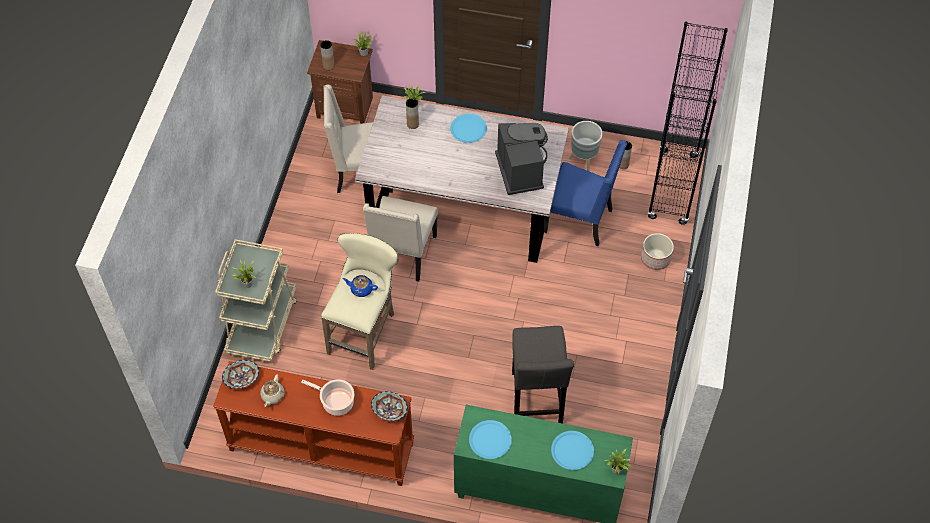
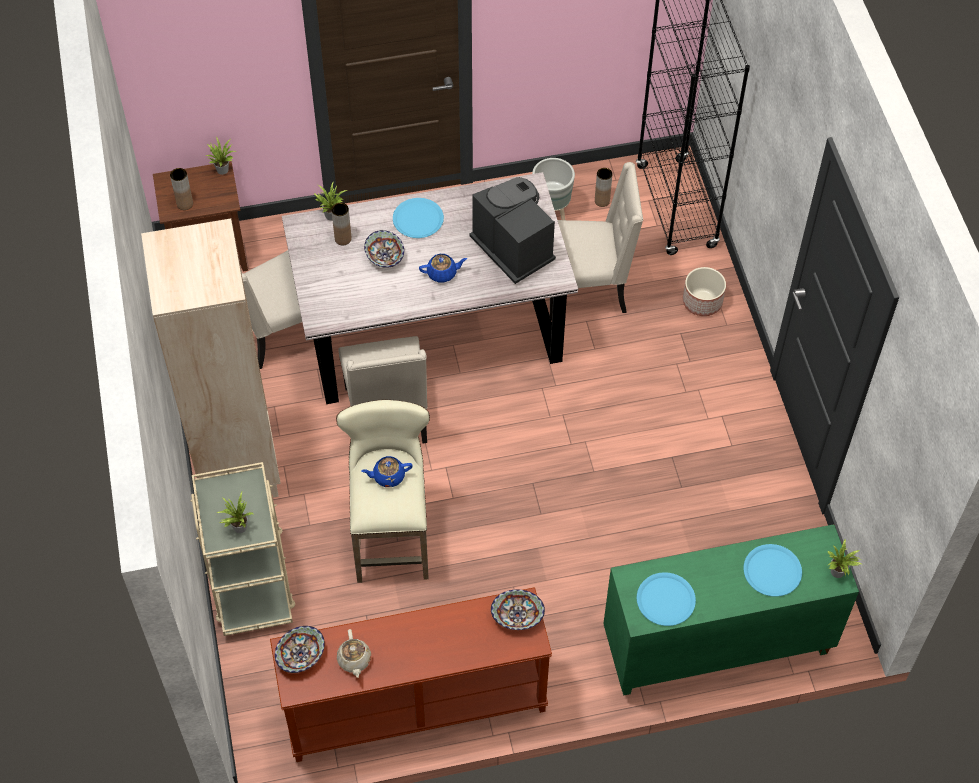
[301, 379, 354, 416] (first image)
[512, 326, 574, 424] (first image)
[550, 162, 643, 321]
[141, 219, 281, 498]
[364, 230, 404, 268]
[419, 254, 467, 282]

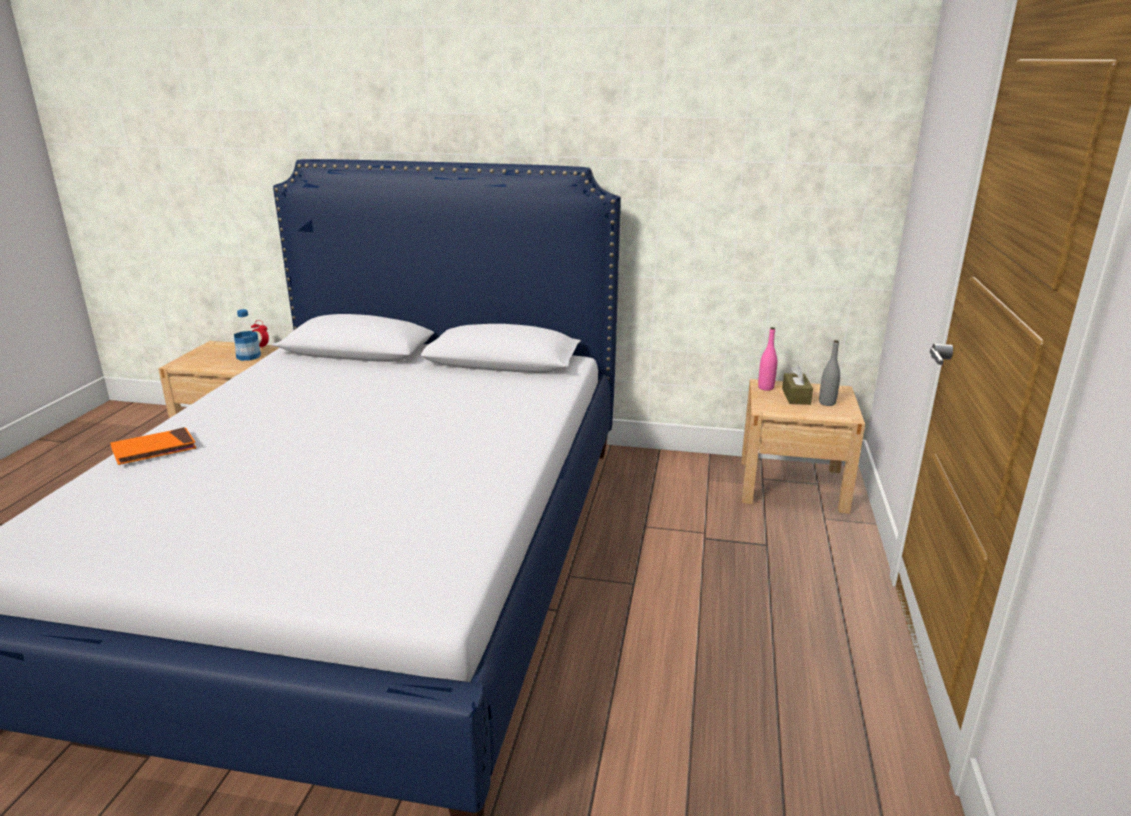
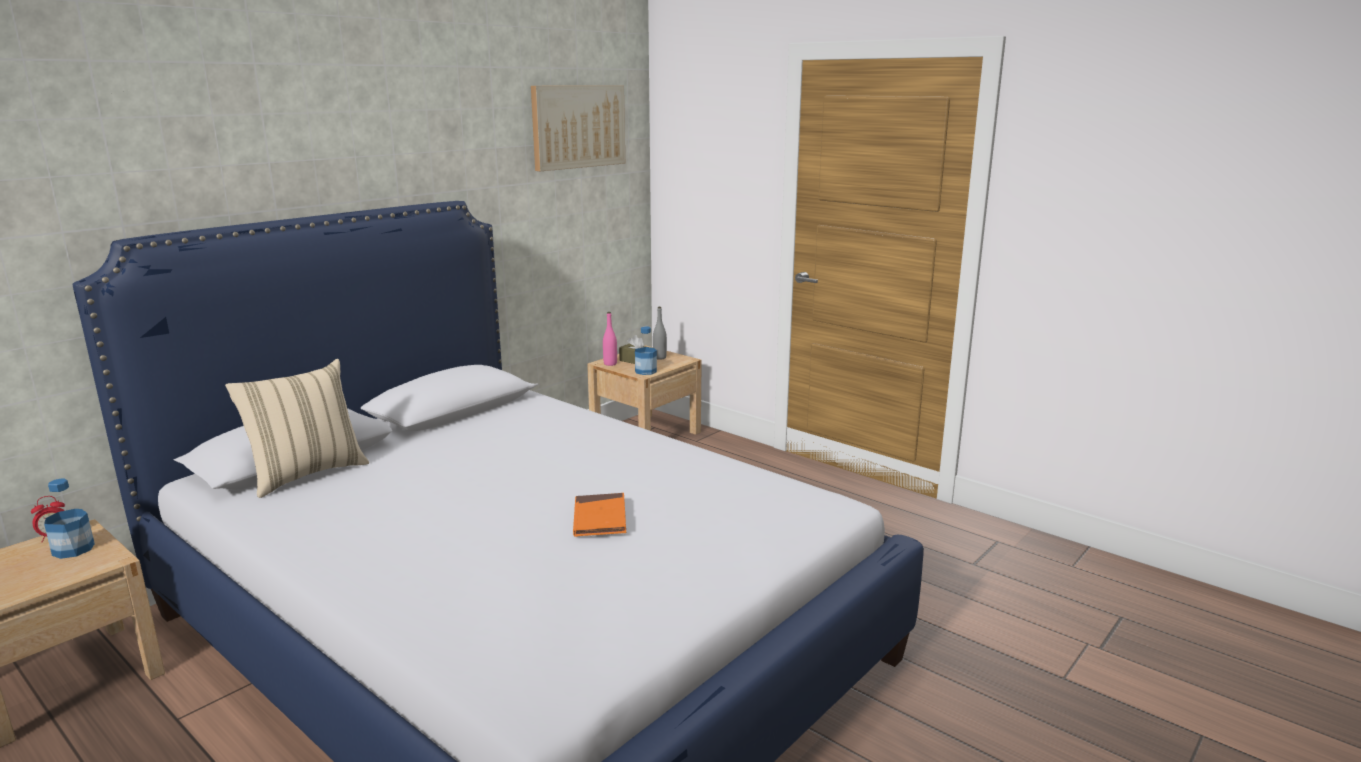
[573, 493, 626, 537]
[225, 359, 369, 498]
[531, 85, 625, 171]
[635, 326, 657, 375]

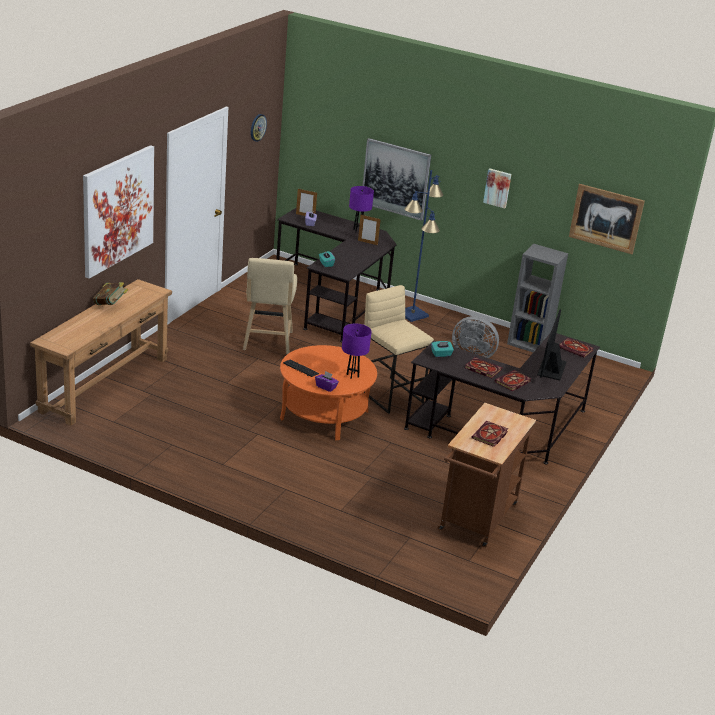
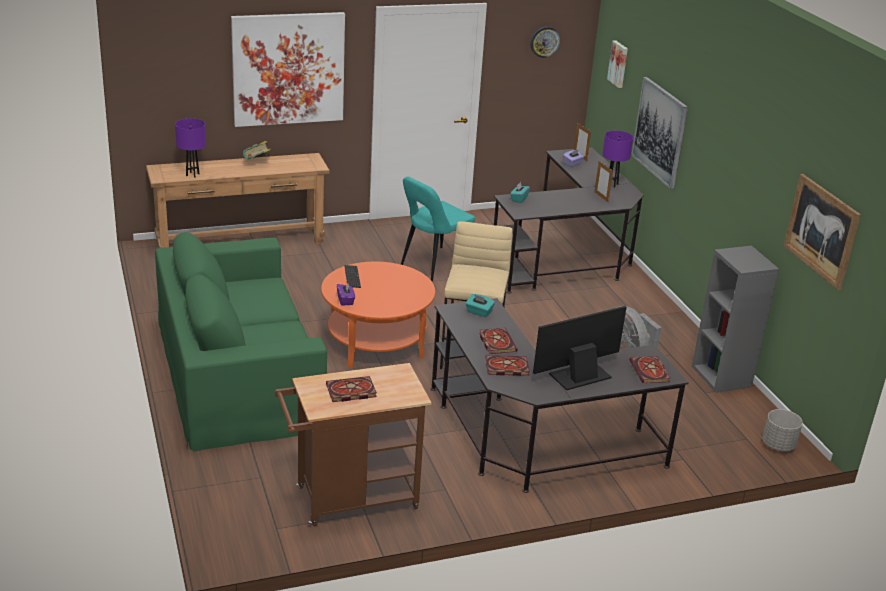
[401, 176, 475, 281]
[175, 118, 206, 178]
[404, 170, 443, 322] (first image)
[607, 40, 628, 88]
[155, 232, 327, 452]
[763, 409, 803, 451]

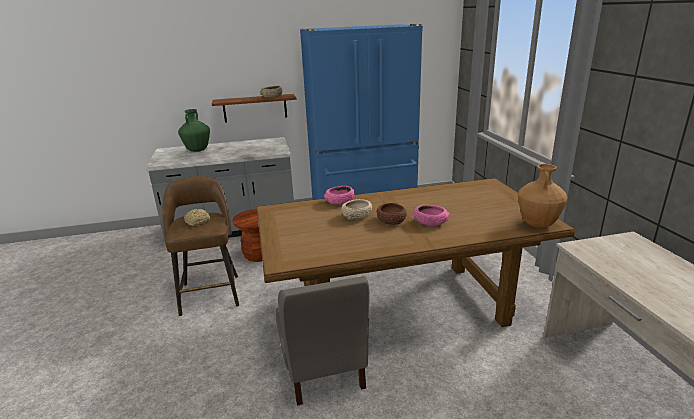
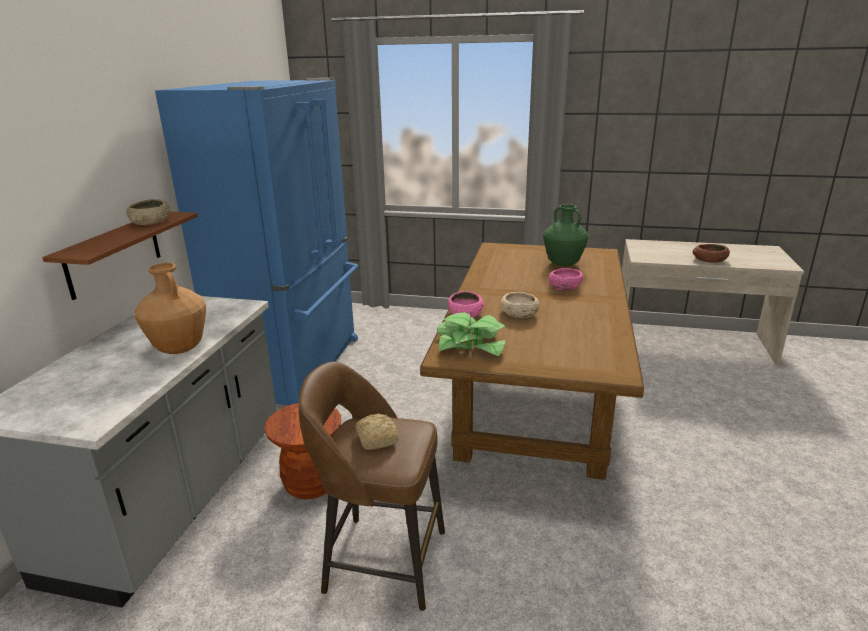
[543, 204, 589, 266]
[276, 276, 370, 406] (first image)
[693, 244, 730, 263]
[135, 263, 206, 354]
[437, 312, 506, 356]

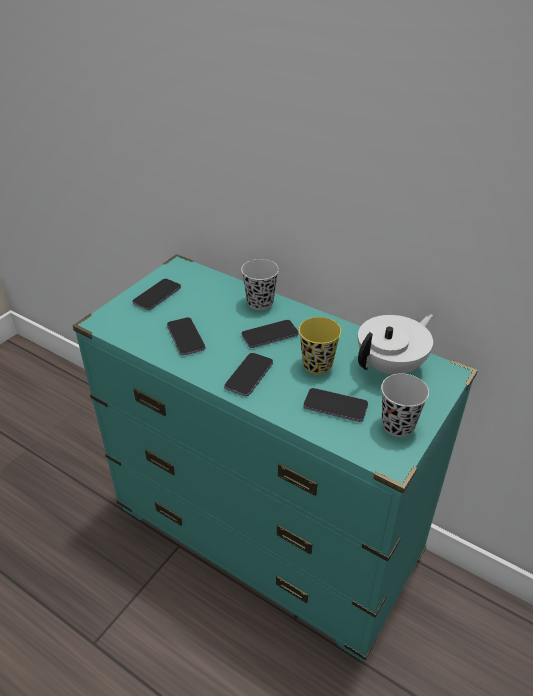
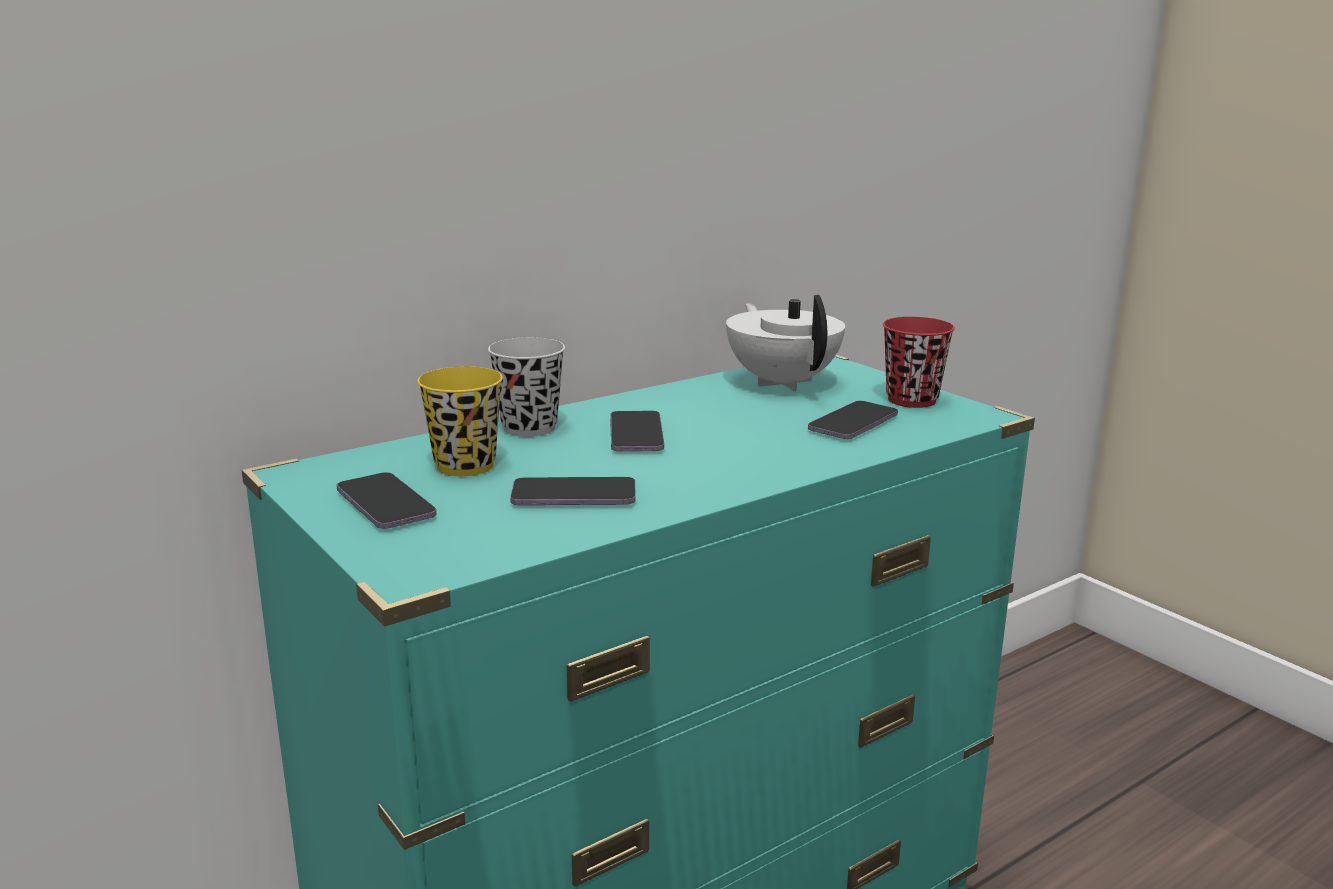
[224, 353, 273, 396] (first image)
[417, 366, 503, 476]
[883, 317, 955, 408]

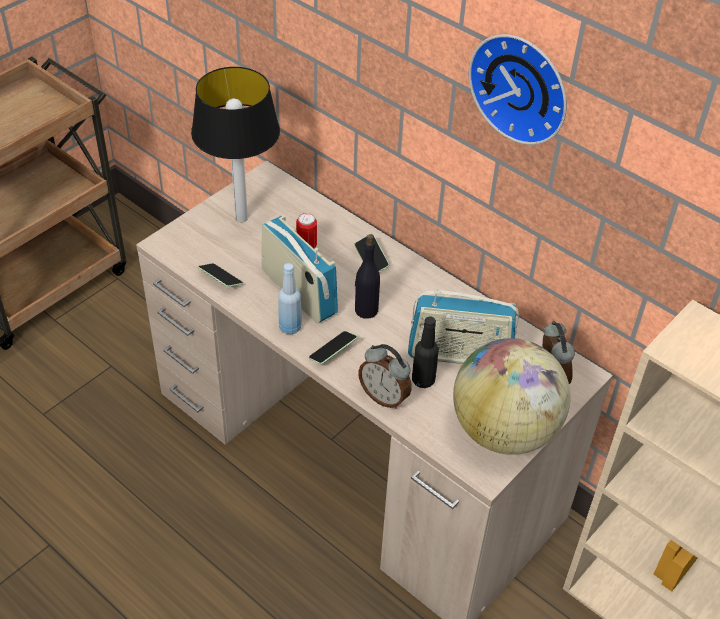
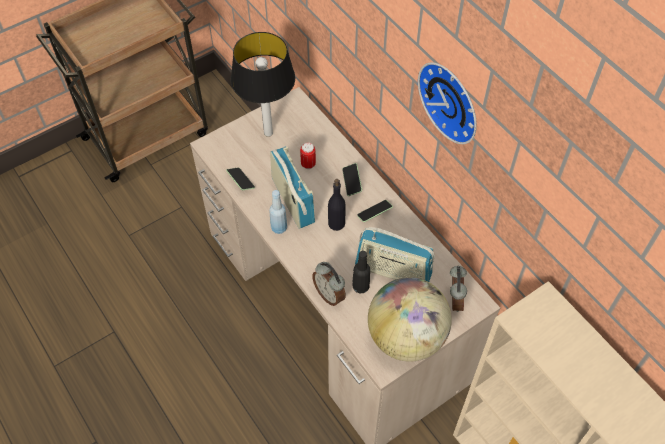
[357, 200, 393, 222]

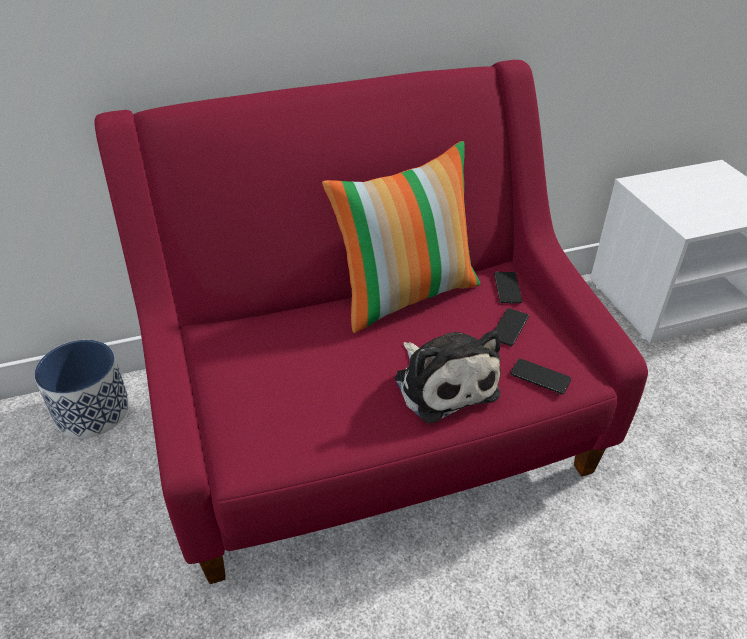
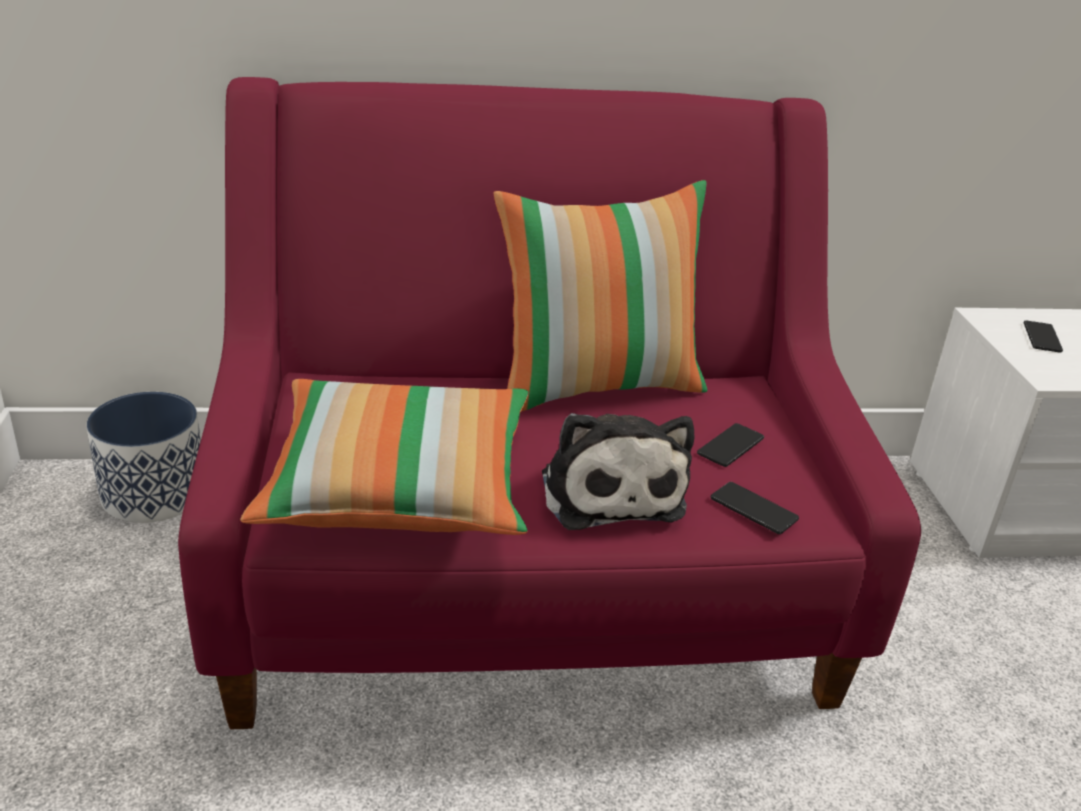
[1024, 320, 1063, 353]
[240, 379, 528, 535]

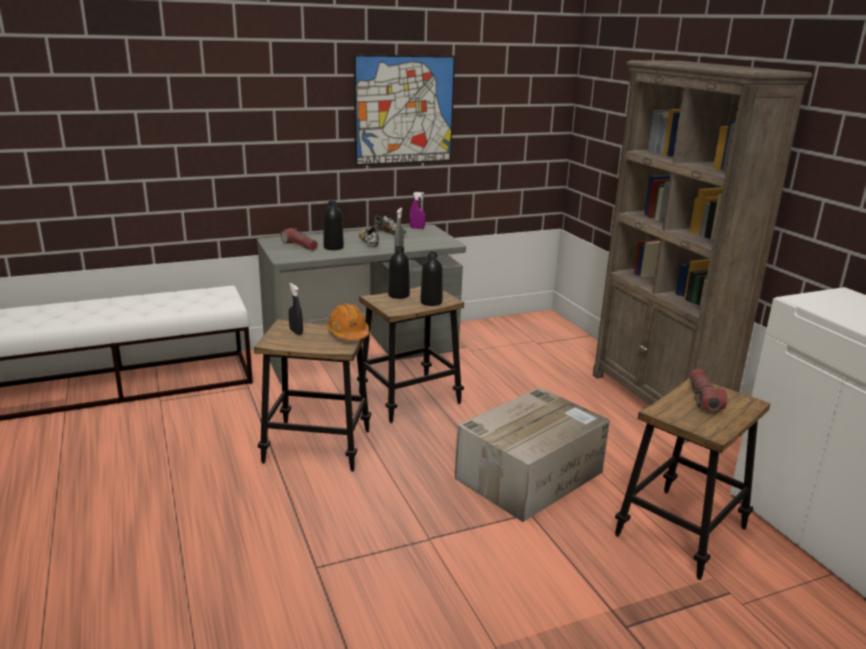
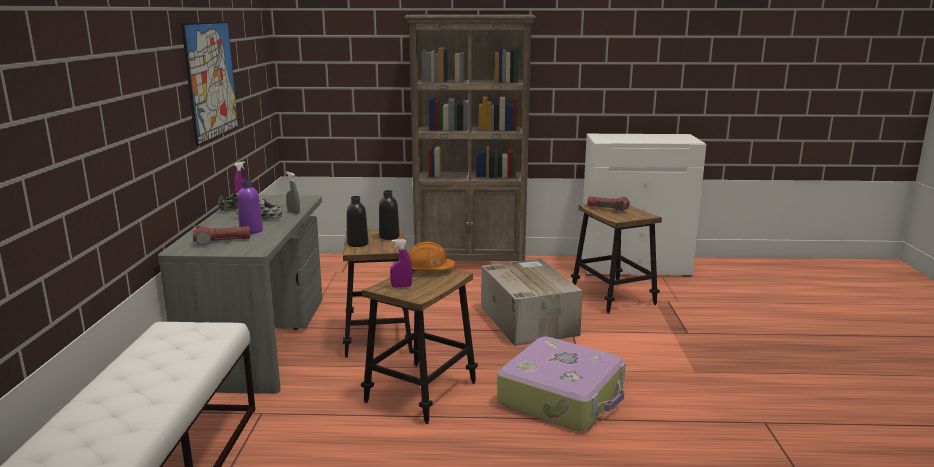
[390, 239, 412, 288]
[238, 180, 263, 234]
[497, 337, 626, 431]

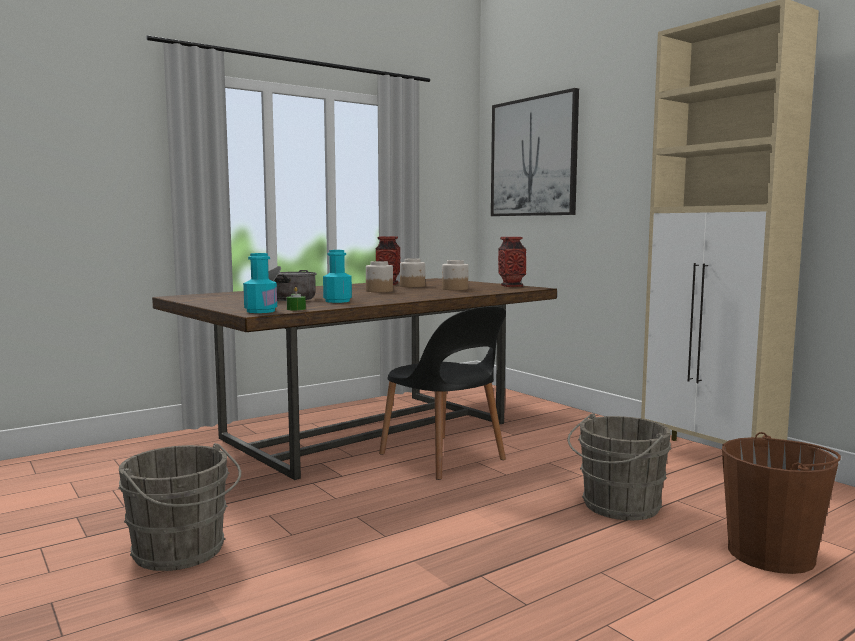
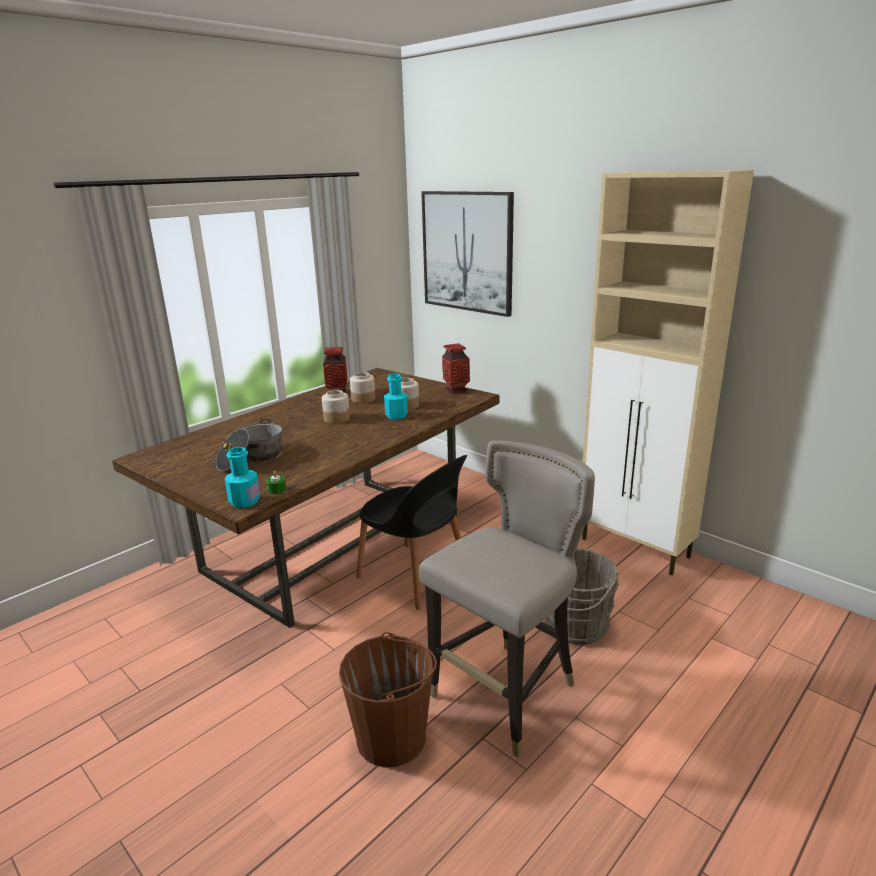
[118, 443, 241, 571] (first image)
[384, 374, 408, 419]
[339, 632, 437, 767]
[419, 441, 595, 757]

